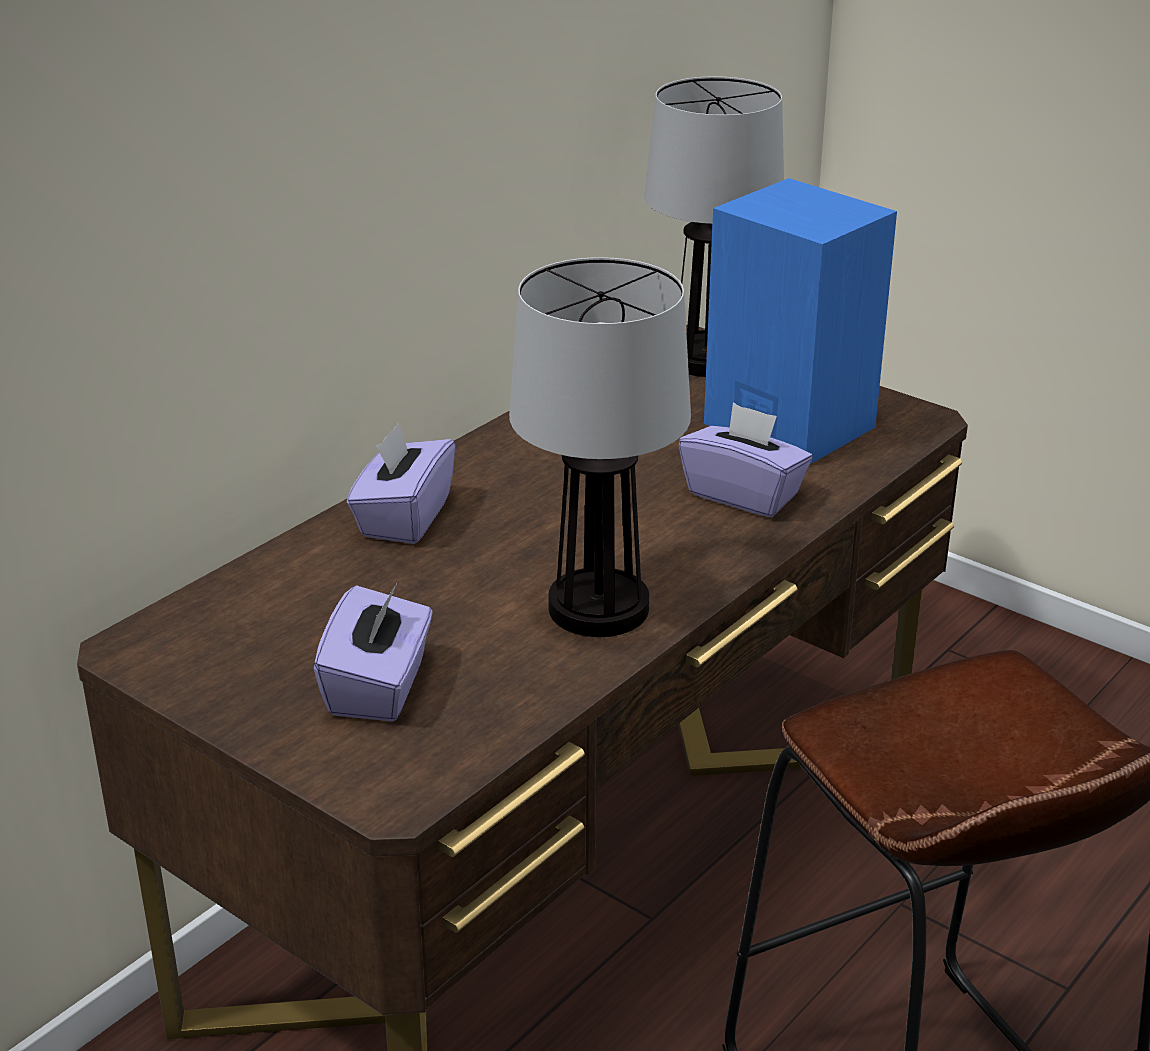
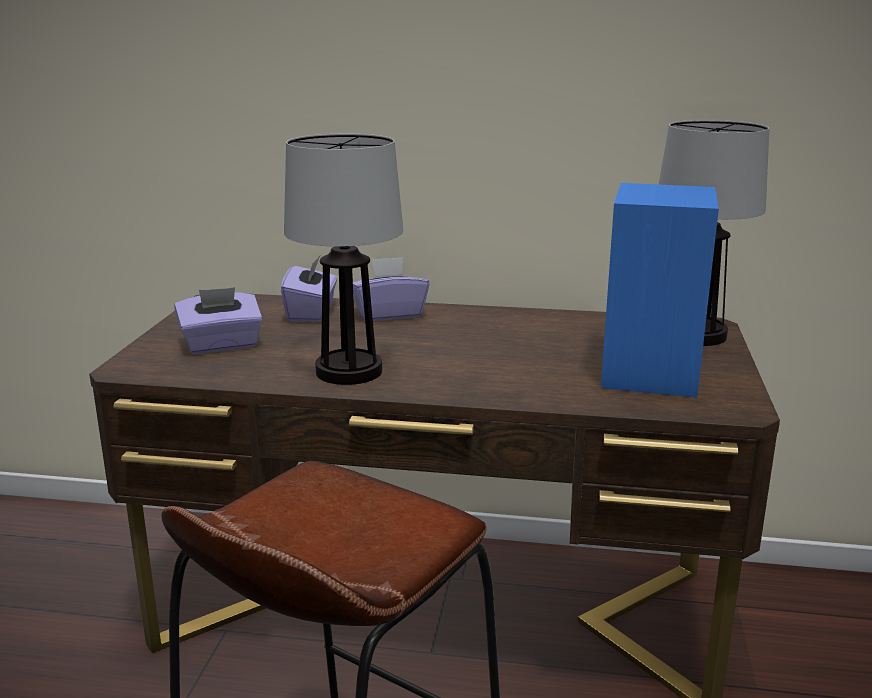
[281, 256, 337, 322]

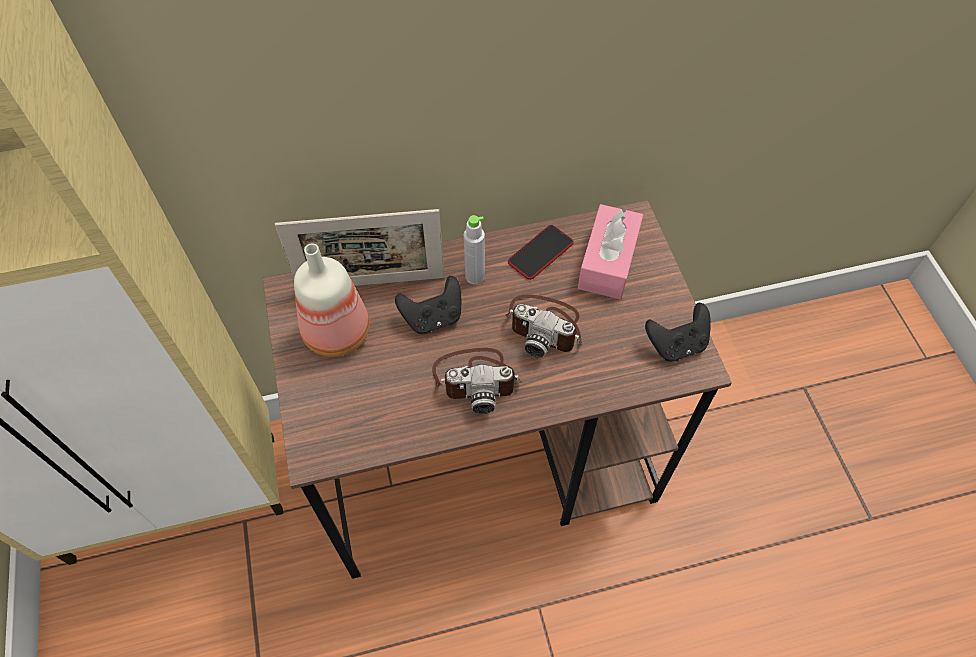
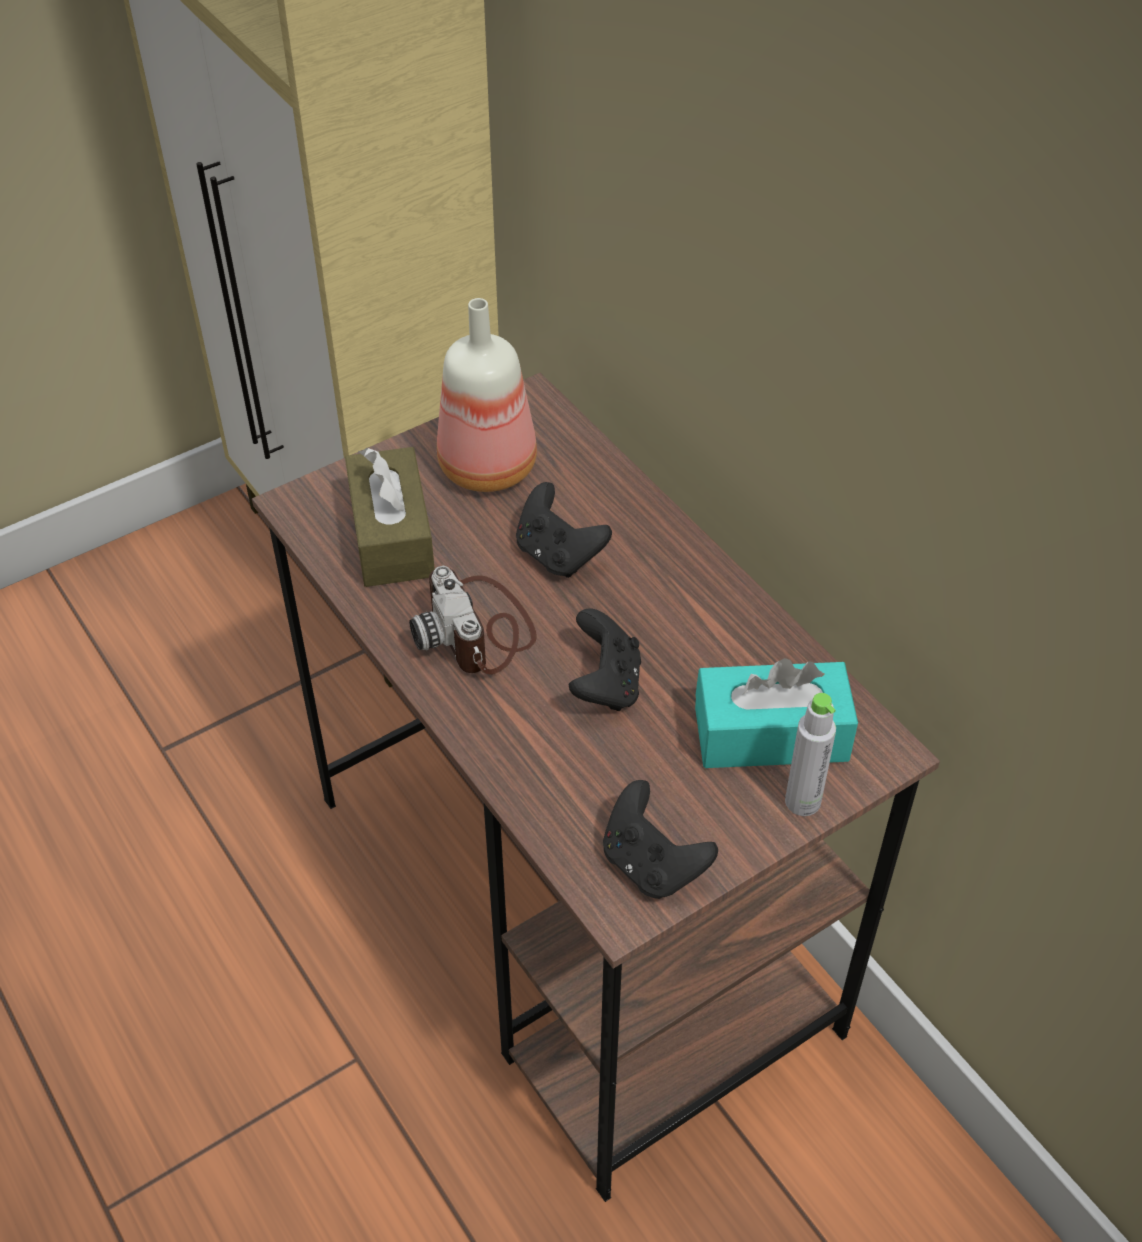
[275, 209, 445, 286] (first image)
[785, 693, 836, 816]
[569, 608, 641, 711]
[508, 225, 574, 280] (first image)
[695, 658, 858, 768]
[345, 447, 435, 587]

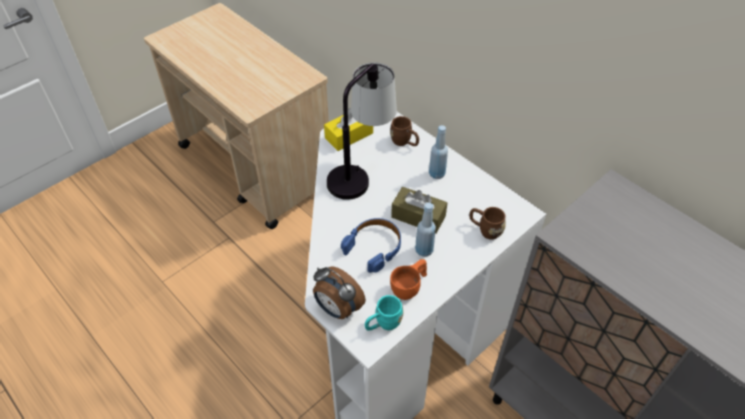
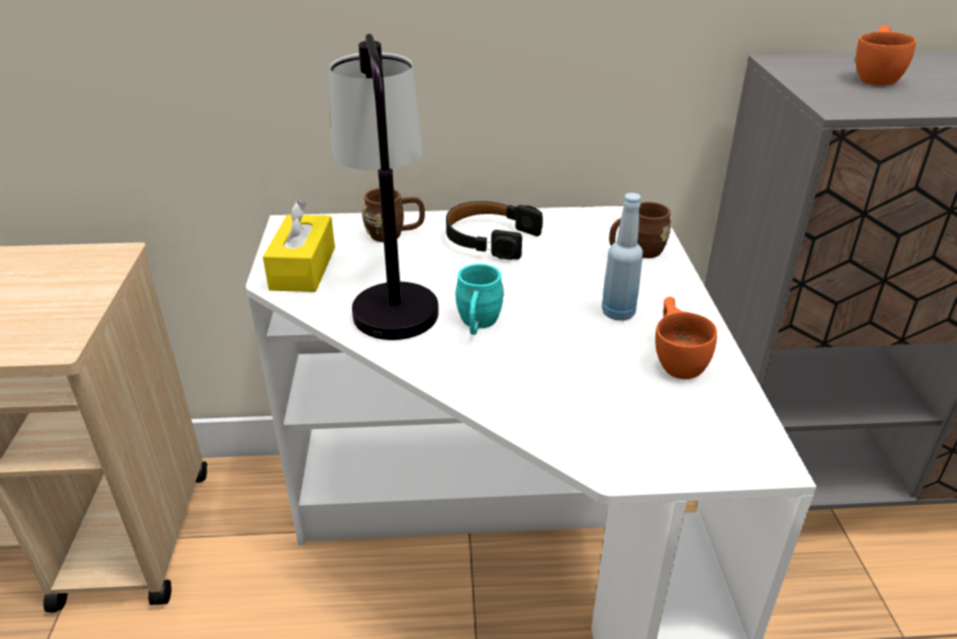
[313, 266, 366, 319] (first image)
[341, 218, 401, 273] (first image)
[455, 264, 504, 335]
[391, 187, 447, 234] (first image)
[446, 201, 543, 260]
[856, 25, 916, 85]

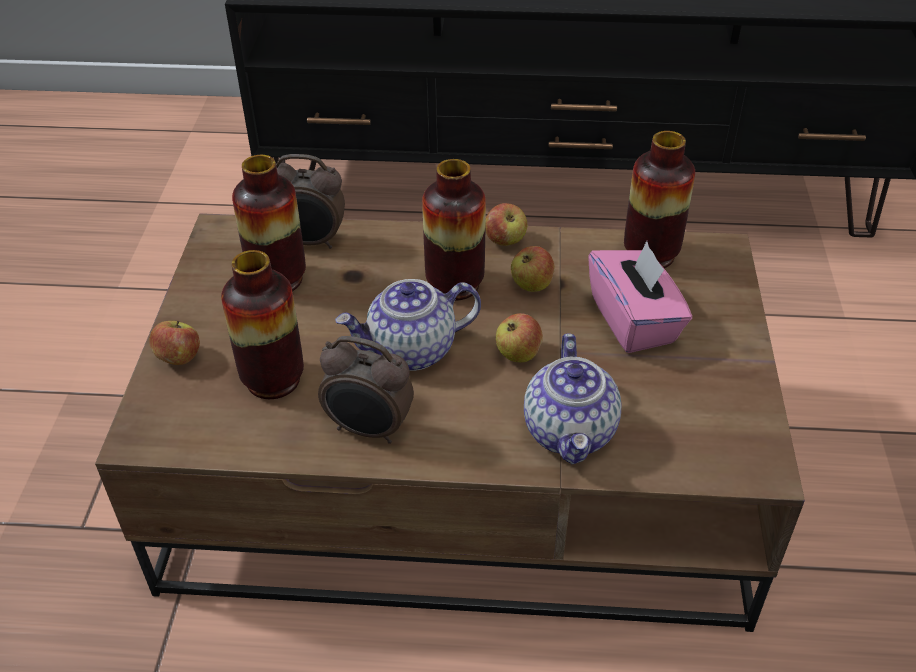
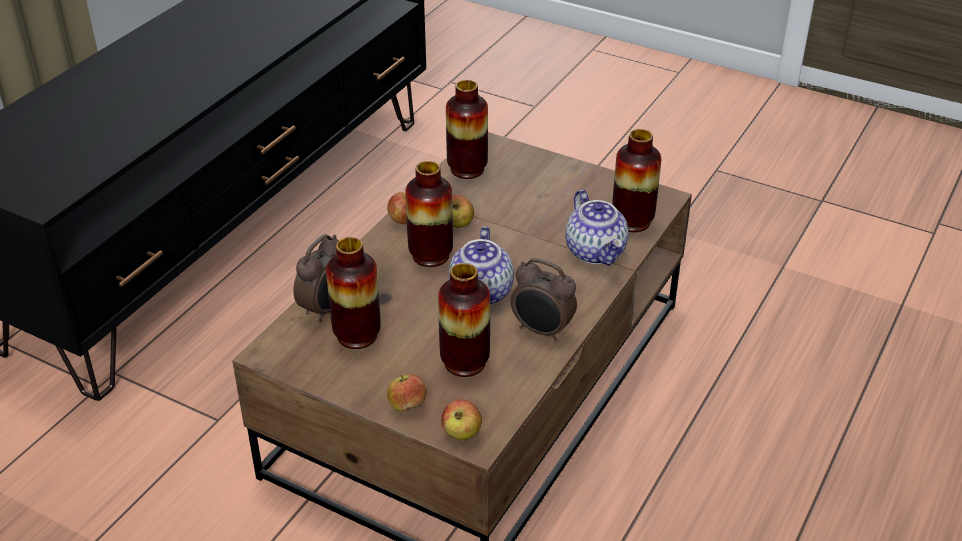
[511, 258, 577, 341]
[441, 399, 482, 440]
[565, 190, 628, 265]
[588, 241, 692, 353] (first image)
[612, 129, 661, 232]

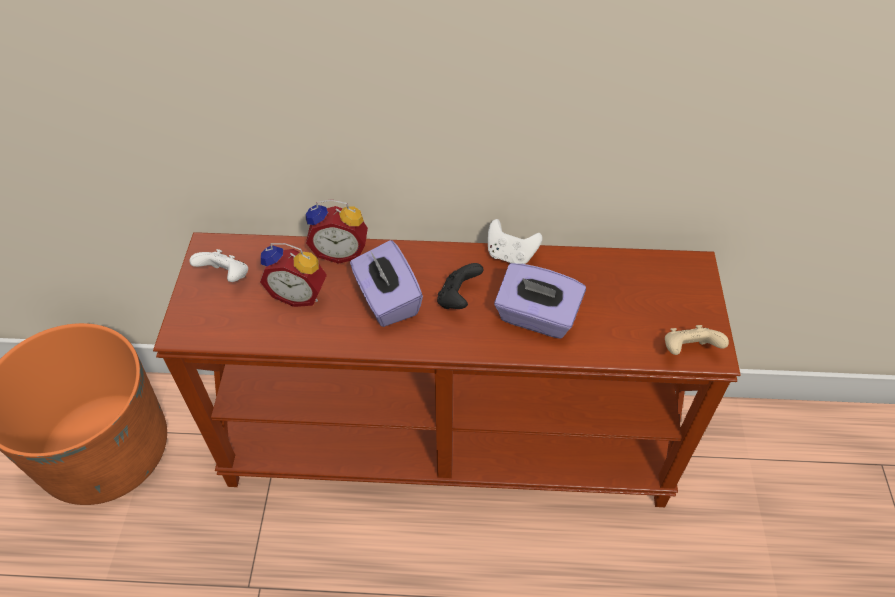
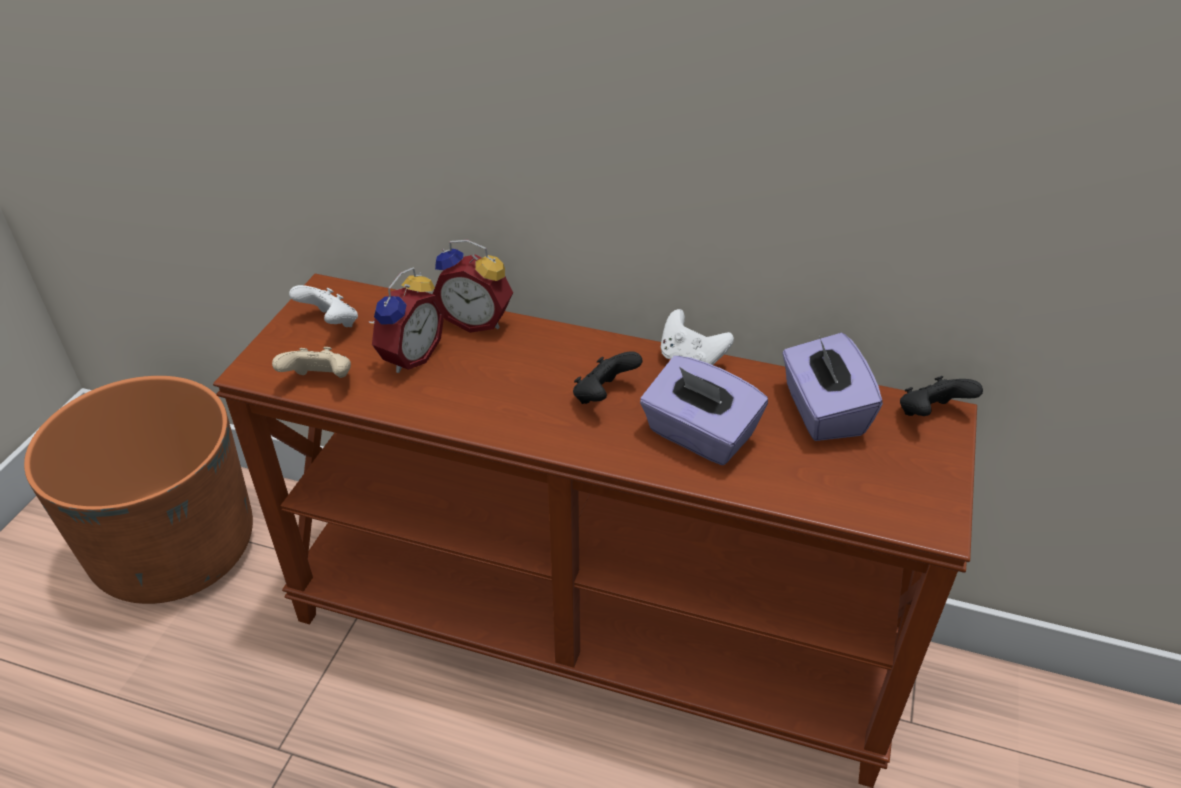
[369, 267, 445, 373]
[782, 333, 883, 441]
[272, 347, 351, 378]
[900, 376, 983, 416]

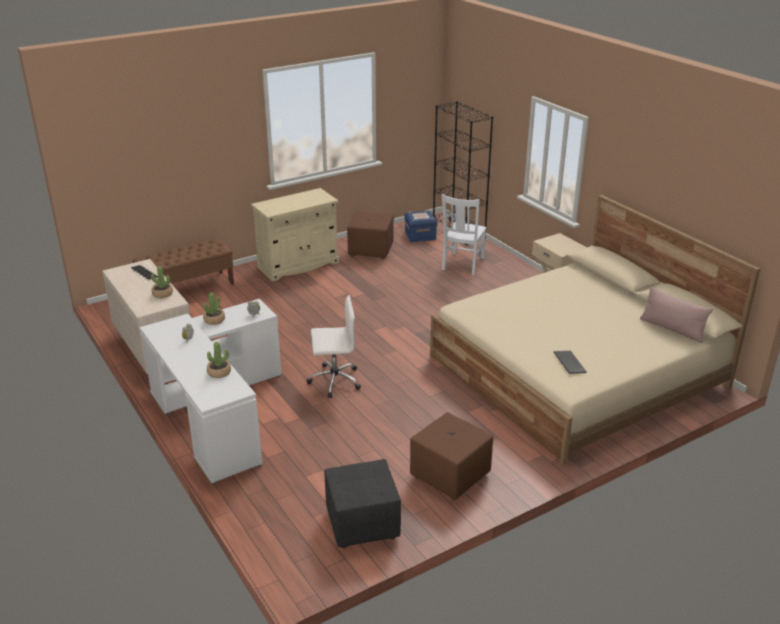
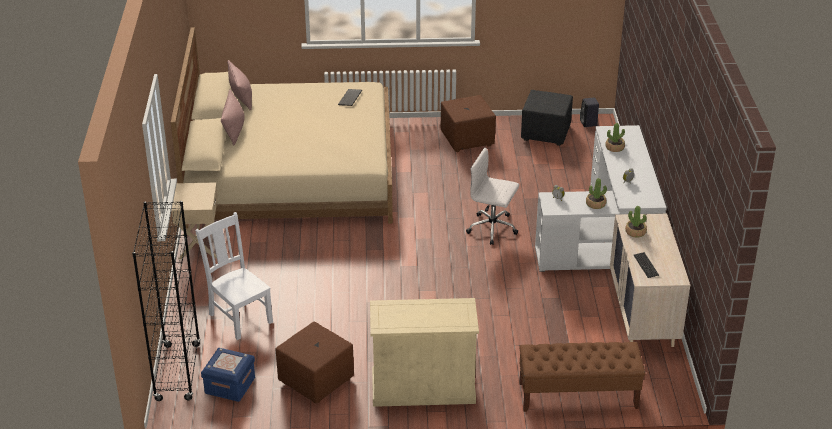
[195, 212, 273, 340]
[221, 89, 245, 145]
[580, 97, 599, 127]

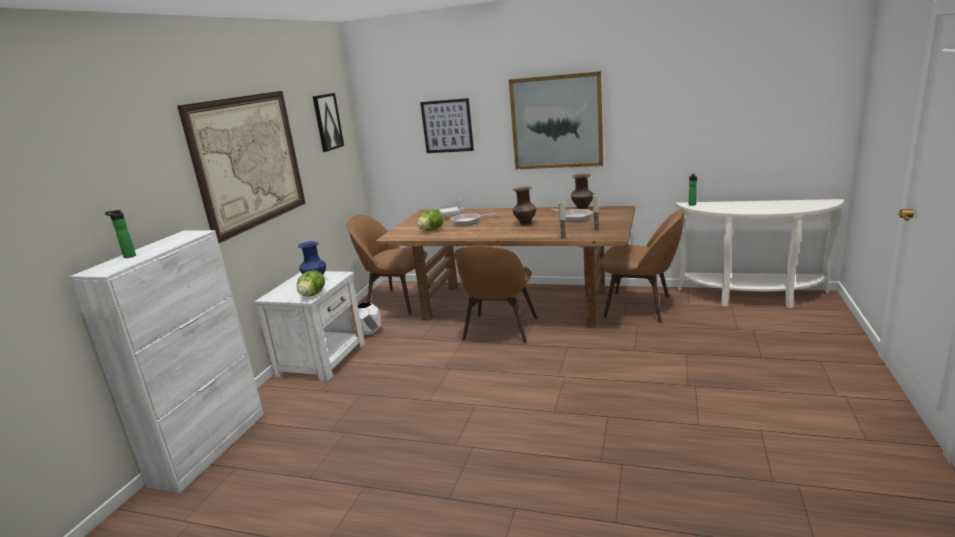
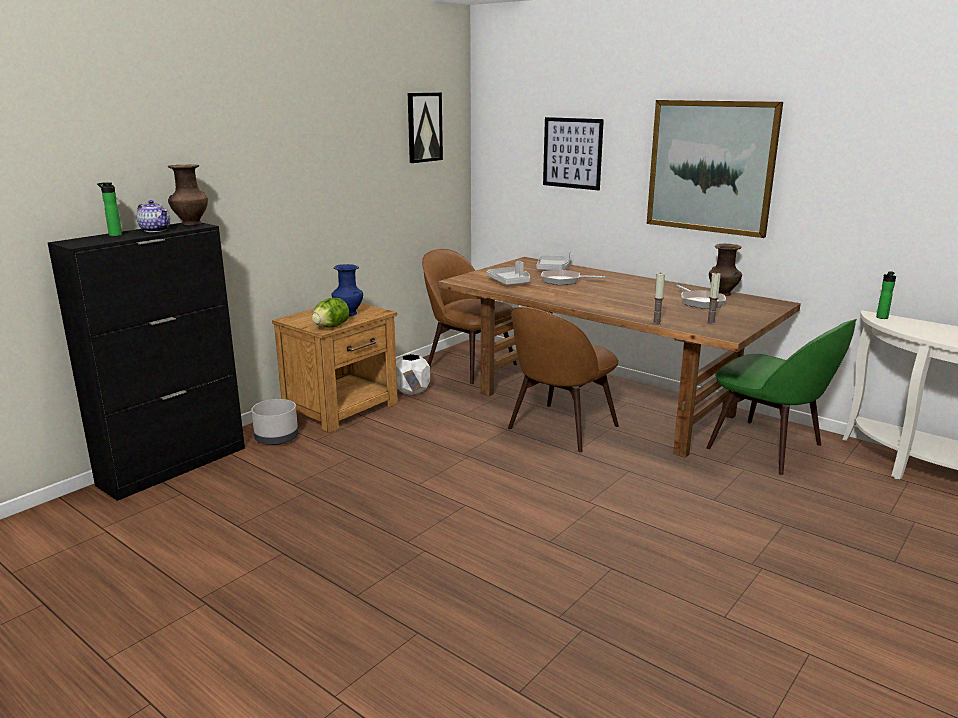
[48, 223, 245, 501]
[177, 91, 306, 243] (first image)
[272, 303, 398, 433]
[487, 261, 530, 285]
[168, 164, 208, 225]
[707, 319, 857, 475]
[137, 200, 170, 232]
[251, 399, 298, 445]

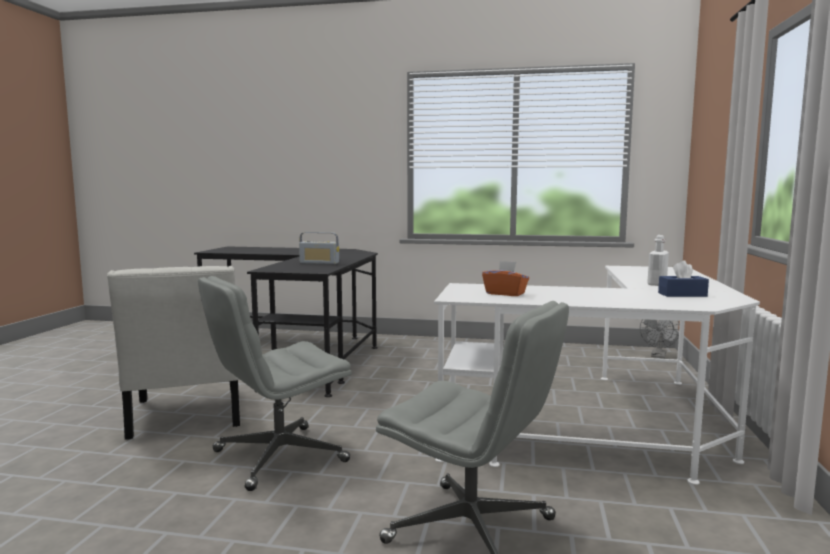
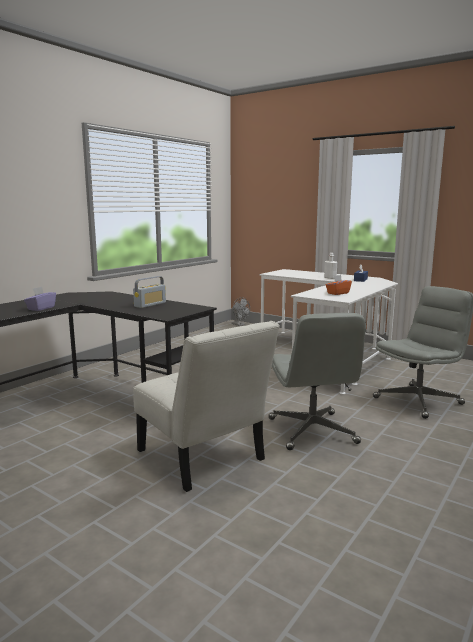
[133, 321, 280, 492]
[24, 287, 56, 311]

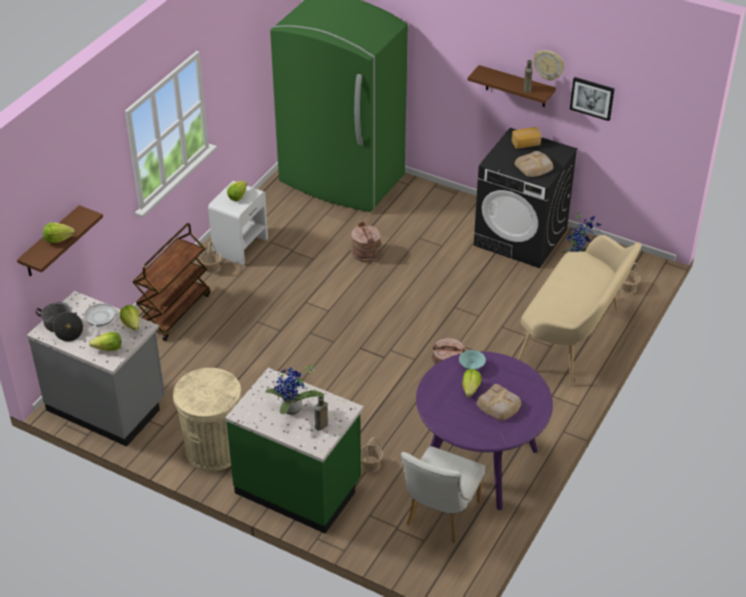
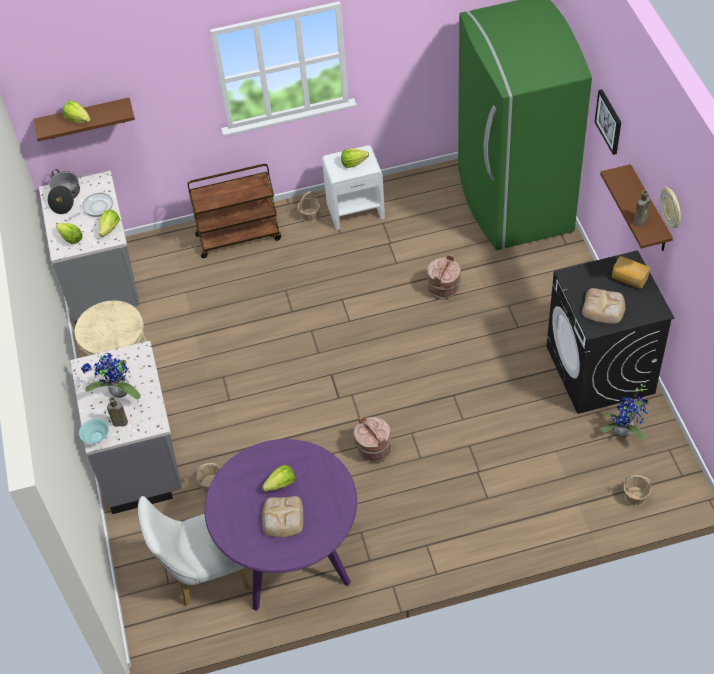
[70, 341, 182, 514]
[79, 419, 109, 444]
[518, 235, 641, 386] (first image)
[595, 89, 621, 155]

